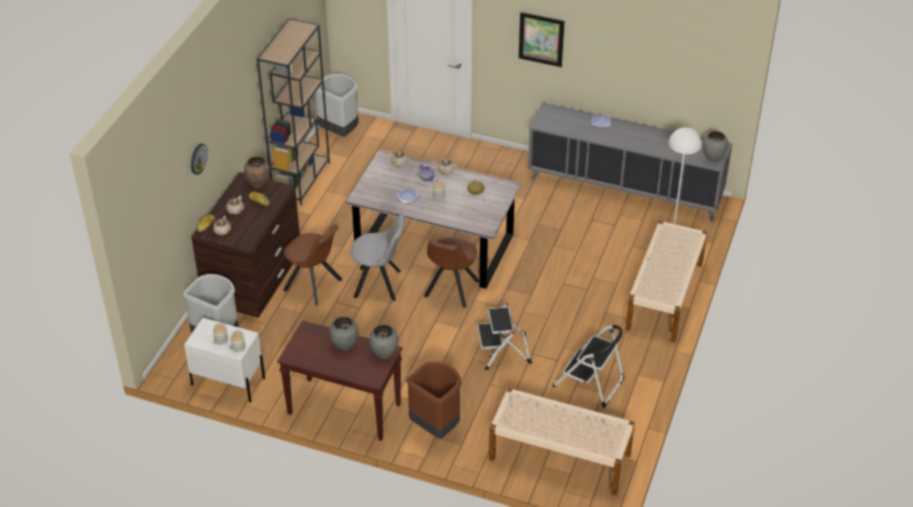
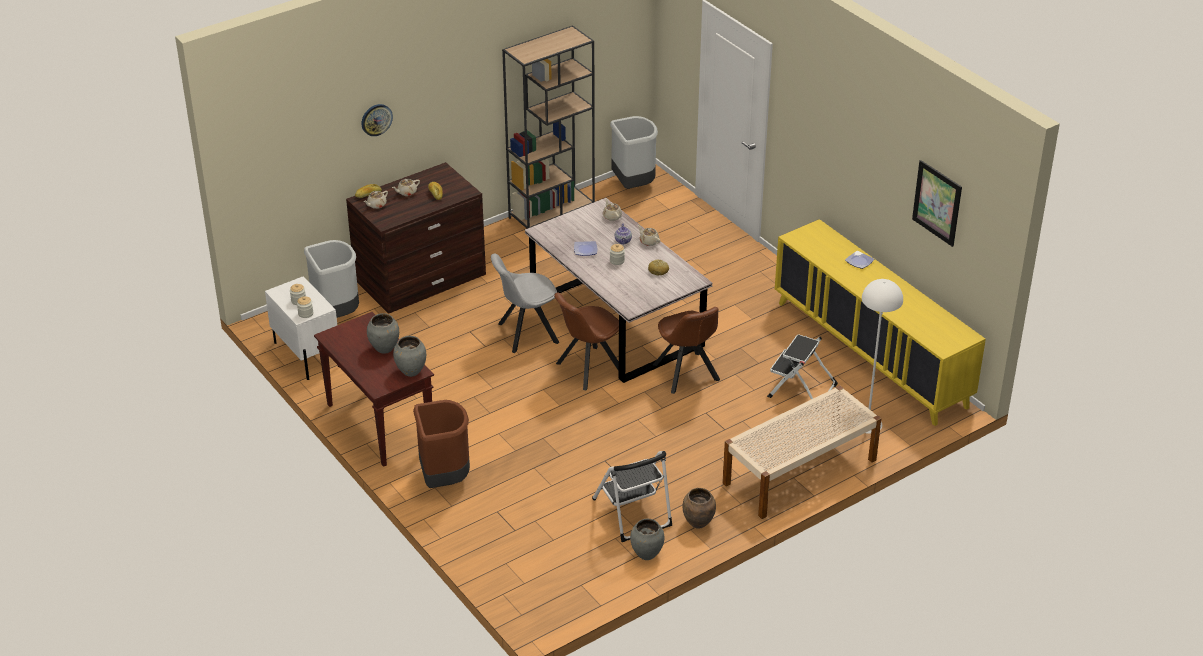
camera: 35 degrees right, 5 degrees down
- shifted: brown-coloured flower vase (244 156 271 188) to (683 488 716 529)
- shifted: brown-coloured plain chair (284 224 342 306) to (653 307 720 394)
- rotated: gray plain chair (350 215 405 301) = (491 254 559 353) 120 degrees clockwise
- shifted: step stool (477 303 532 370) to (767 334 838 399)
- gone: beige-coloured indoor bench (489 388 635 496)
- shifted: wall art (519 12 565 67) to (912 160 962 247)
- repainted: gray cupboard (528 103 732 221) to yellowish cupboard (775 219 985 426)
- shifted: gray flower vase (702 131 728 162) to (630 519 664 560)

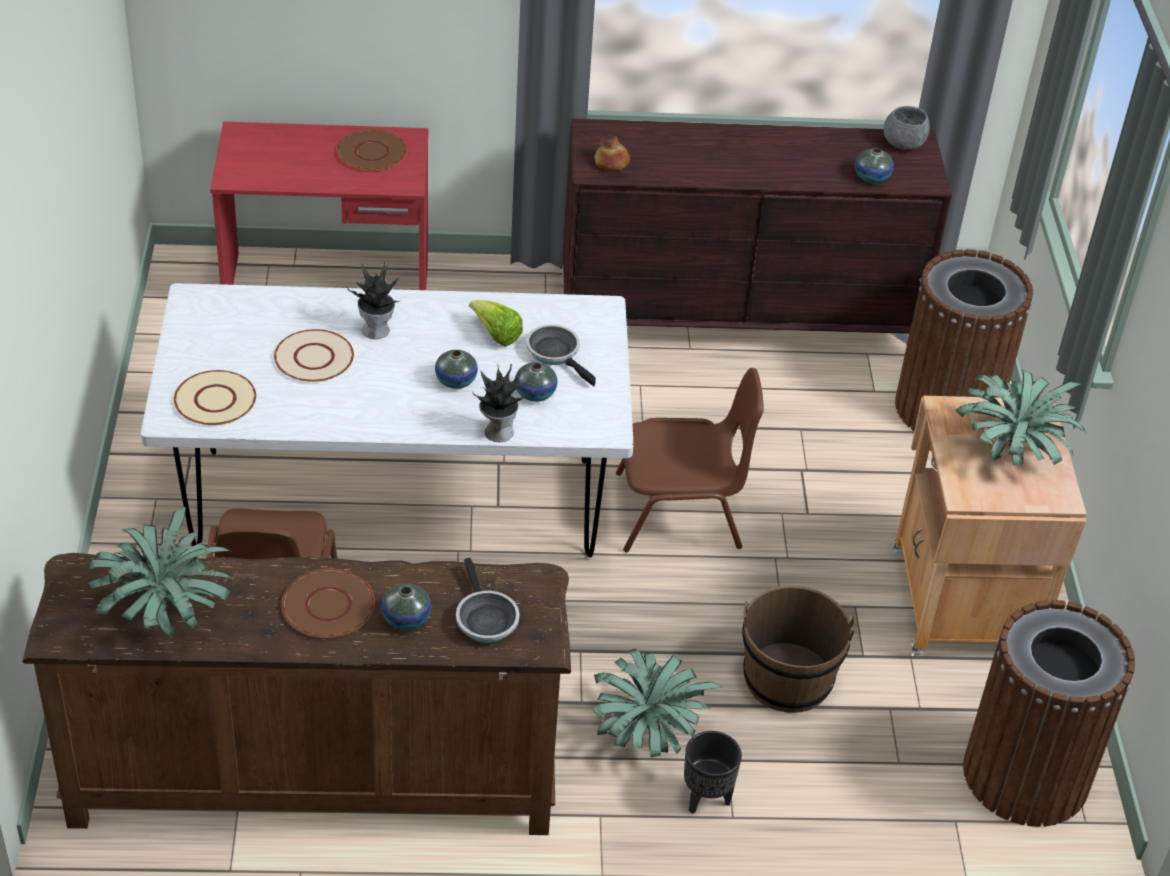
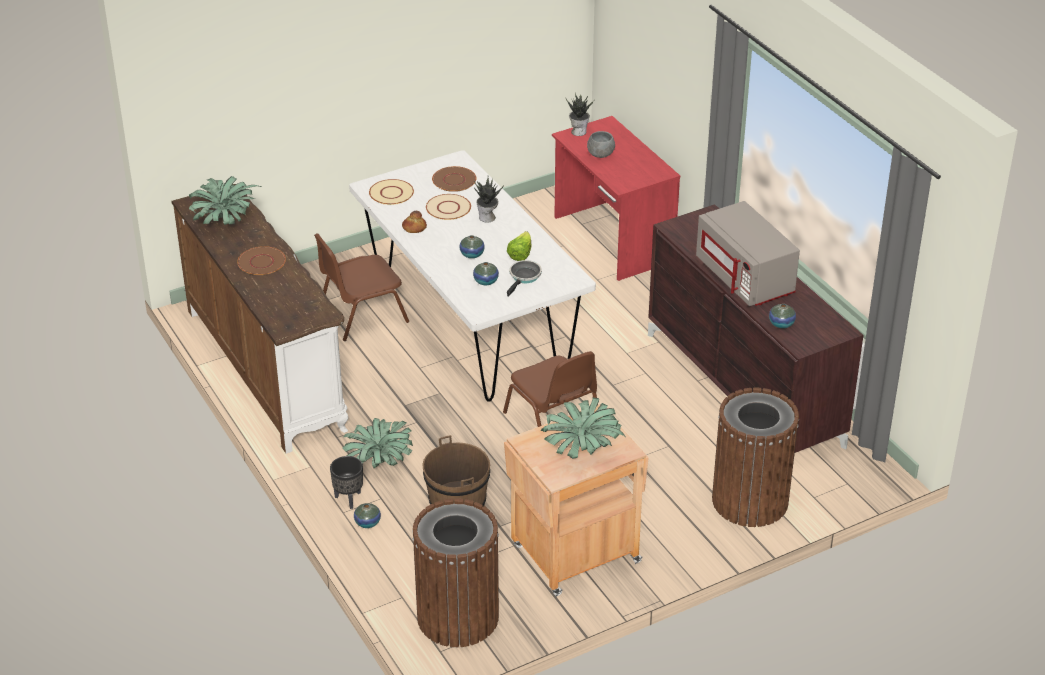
camera: 65 degrees right, 5 degrees down
- repainted: brown-coloured cupboard (22 553 571 835) to white cupboard (171 184 348 454)
- shifted: brown-coloured flat dish (337 129 407 171) to (432 166 476 192)
- shifted: flower vase (381 583 431 630) to (354 503 381 528)
- gone: pan (456 558 520 643)
- shifted: plant in a pot (473 364 529 442) to (565 93 594 136)
- shifted: bakery bread (595 134 630 170) to (402 211 427 233)
- shifted: gray serving bowl (884 106 930 150) to (587 131 615 158)
- new: gray kitchen microwave (696 201 800 306)

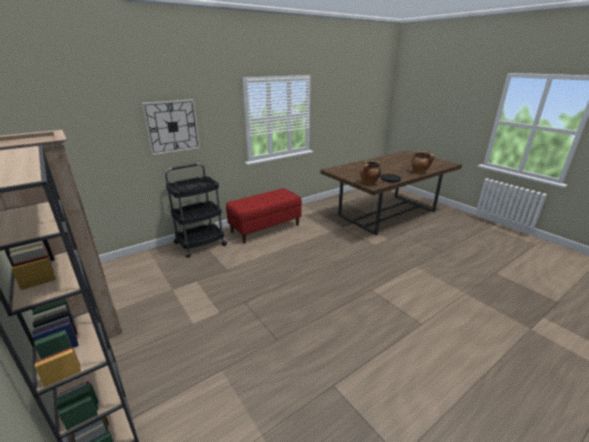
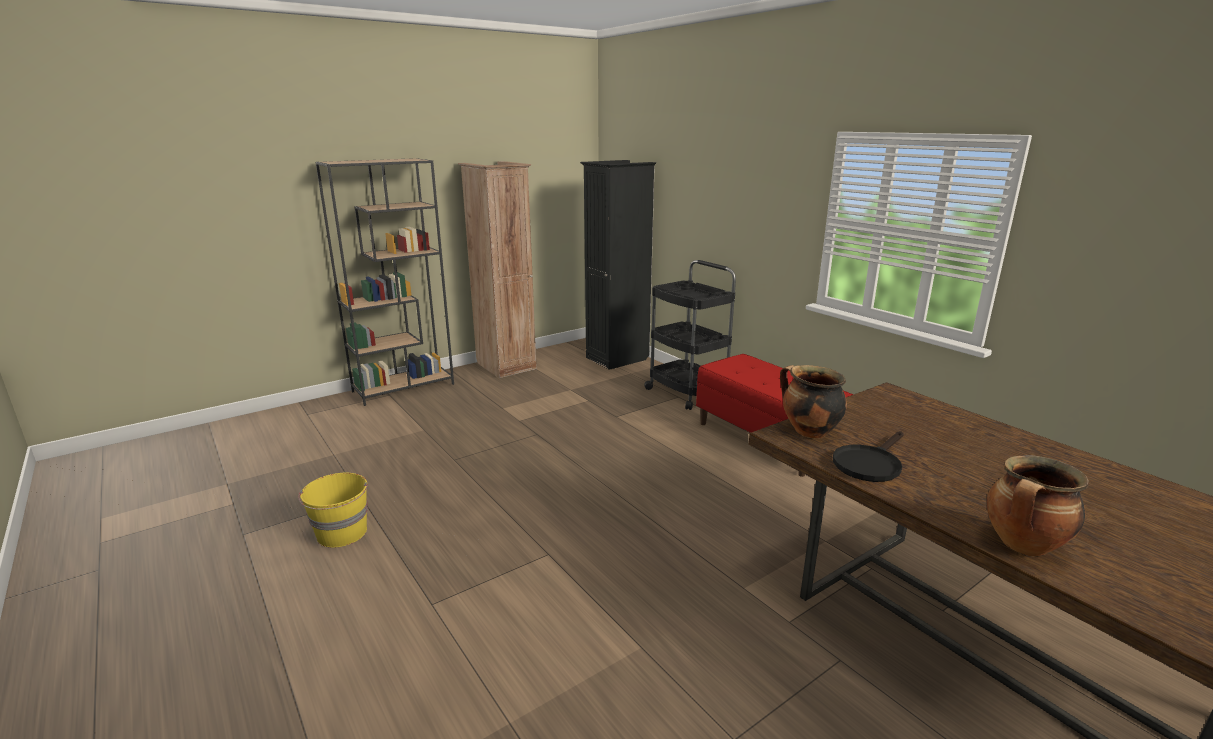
camera: 90 degrees right, 5 degrees down
- gone: wall clock (142 99 200 155)
- new: yellowish water bucket (298 473 368 548)
- new: black-coloured cupboard (580 160 656 370)

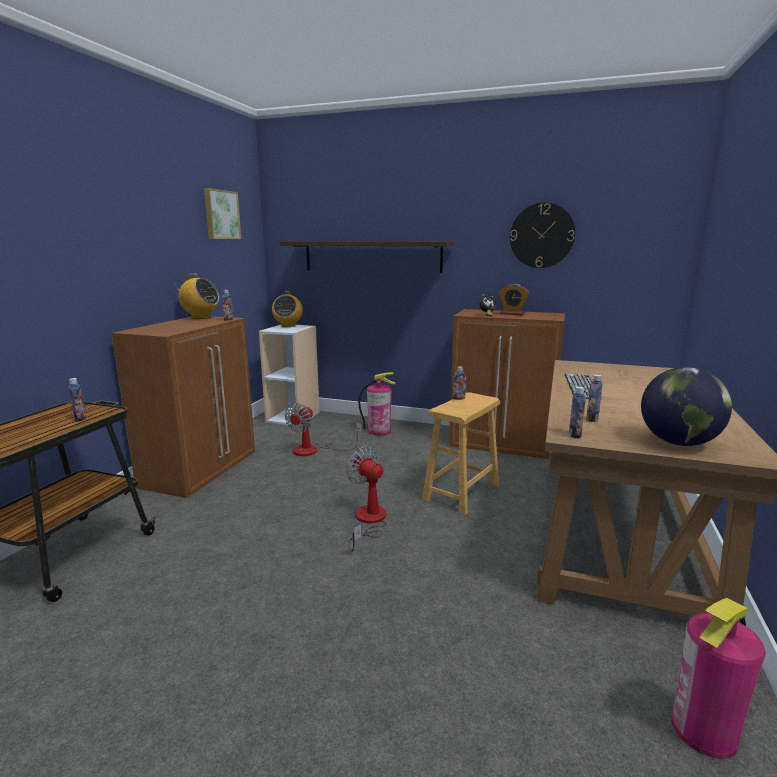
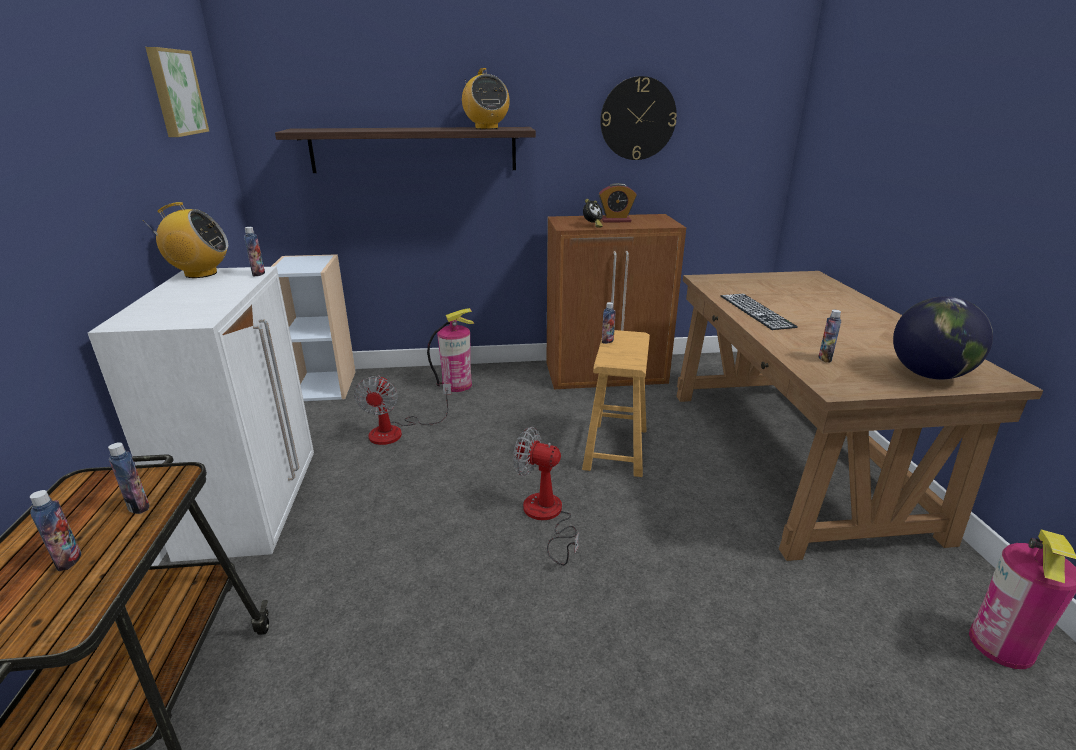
camera: 25 degrees left, 10 degrees up
- repainted: brown-coloured cupboard (111 316 255 498) to white cupboard (88 266 314 562)
- shifted: radio receiver (272 291 303 327) to (462 68 510 129)
- shifted: bottle (569 387 586 438) to (30 490 81 571)

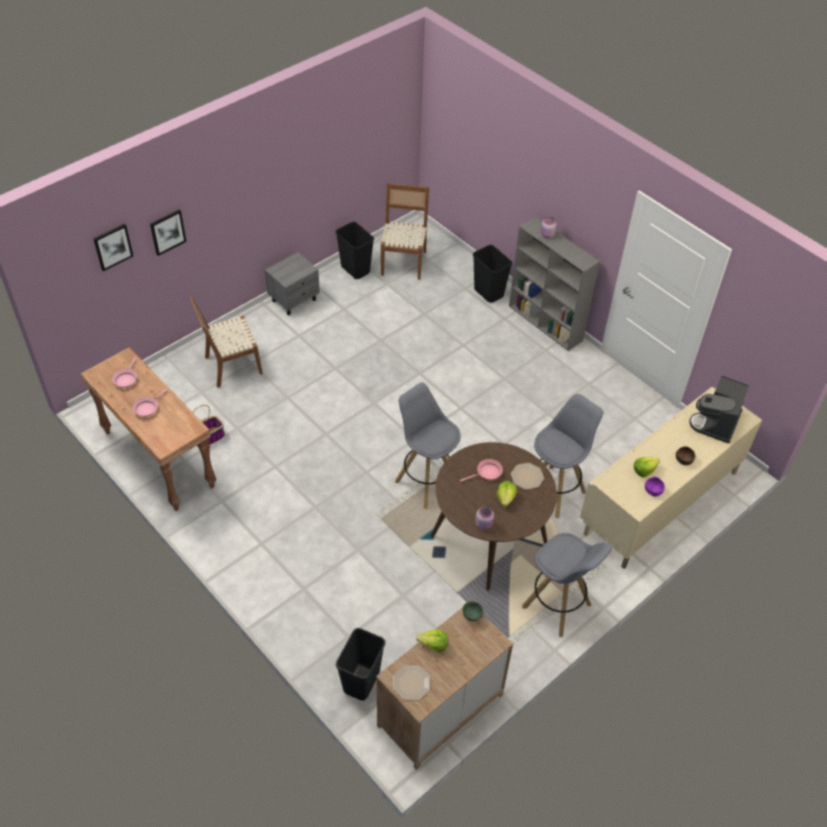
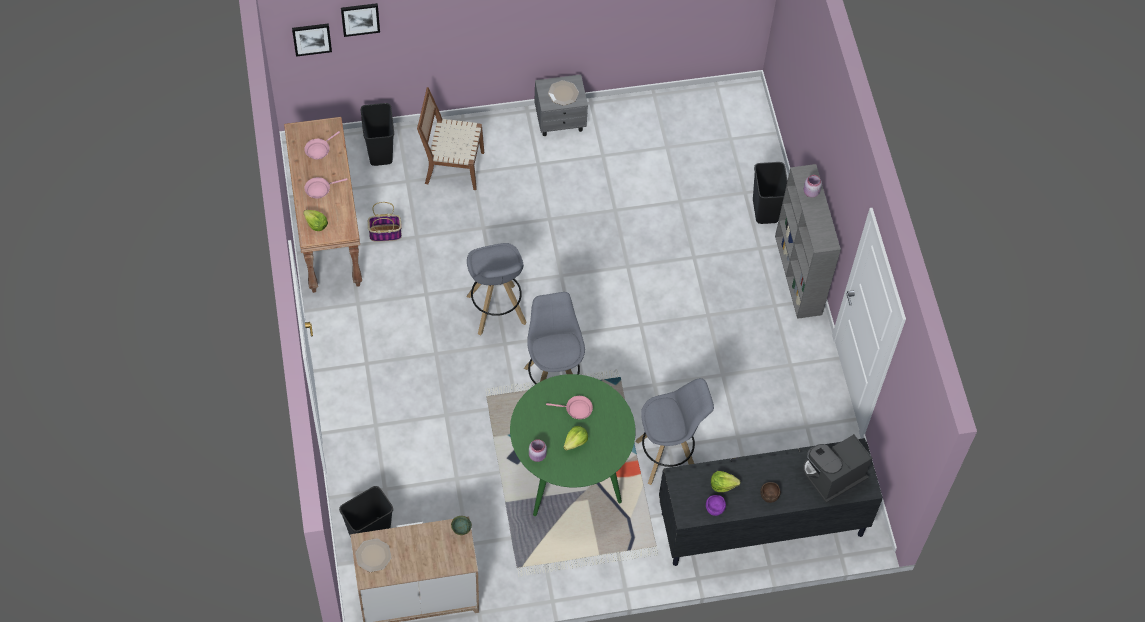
camera: 30 degrees right, 10 degrees up
- shifted: wall art (150 210 186 256) to (292 23 332 57)
- shifted: black-coloured rubbish bin (335 222 374 279) to (361 103 394 166)
- gone: plain chair (381 183 429 280)
- shifted: head of lettuce (416 630 449 652) to (303 210 328 231)
- repainted: brown-coloured dining table (431 442 557 591) to green dining table (510 374 636 516)
- shifted: flat dish (511 463 544 490) to (548 80 579 106)
- shifted: gray stool (522 533 612 637) to (466 243 527 336)
- repainted: beige-coloured cupboard (580 387 762 569) to black-coloured cupboard (659 438 883 566)

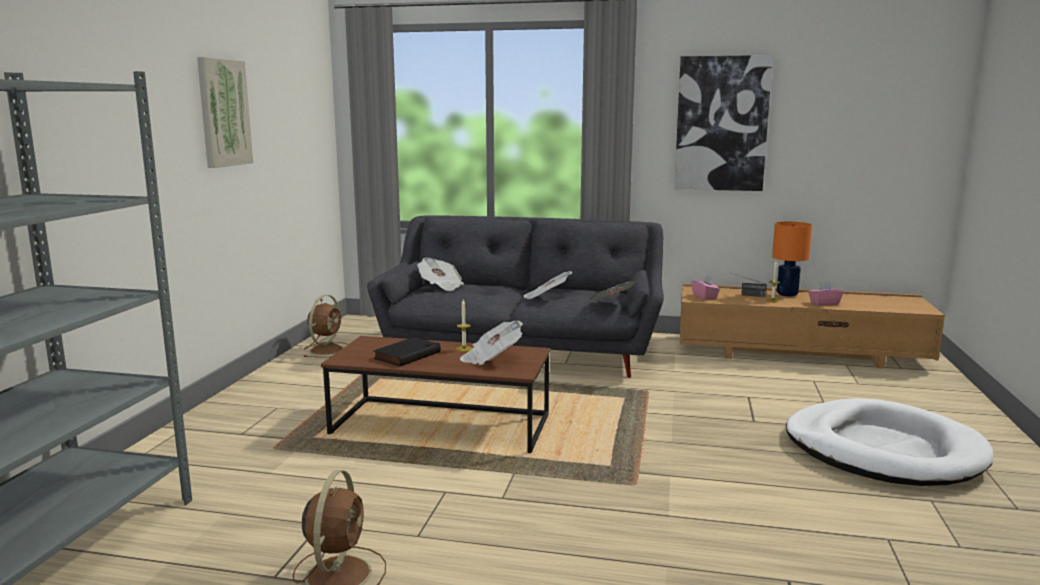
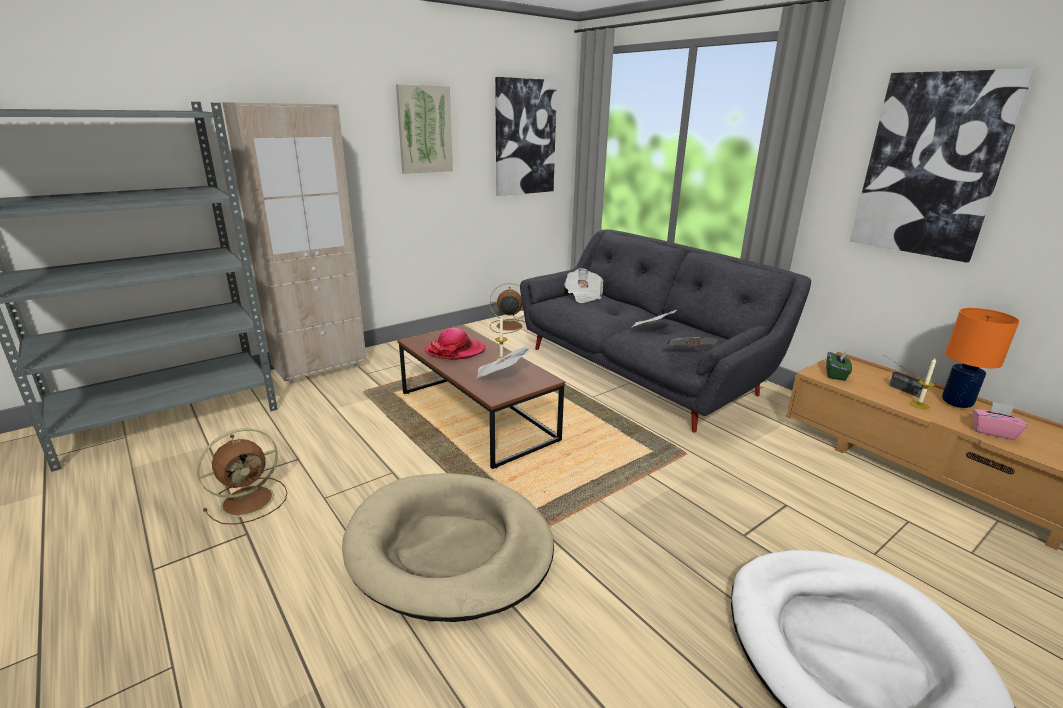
camera: 40 degrees right, 10 degrees up
- rotated: brown-coloured cooling fan (304 295 348 357) = (490 283 525 334) 150 degrees counterclockwise
- swapped: black-coloured volume (373 337 441 367) to wearable hat (425 328 486 360)
- repainted: pink tissue holder (692 275 720 300) to green tissue holder (826 351 852 381)
- new: beige-coloured cupboard (222 102 367 383)
- new: beige-coloured dog bed (342 473 554 622)
- new: wall art (495 77 557 196)

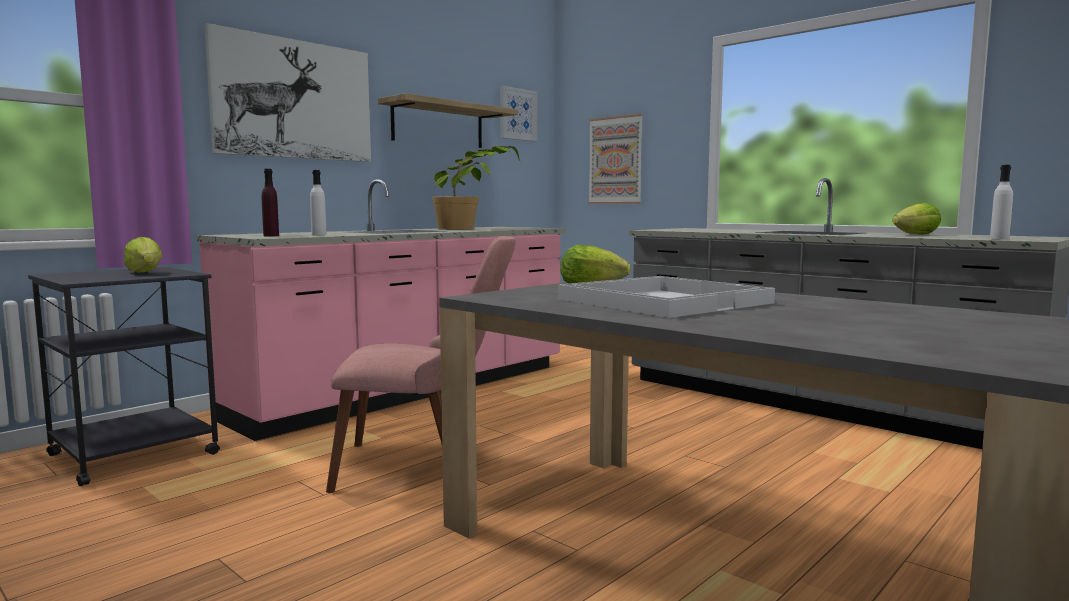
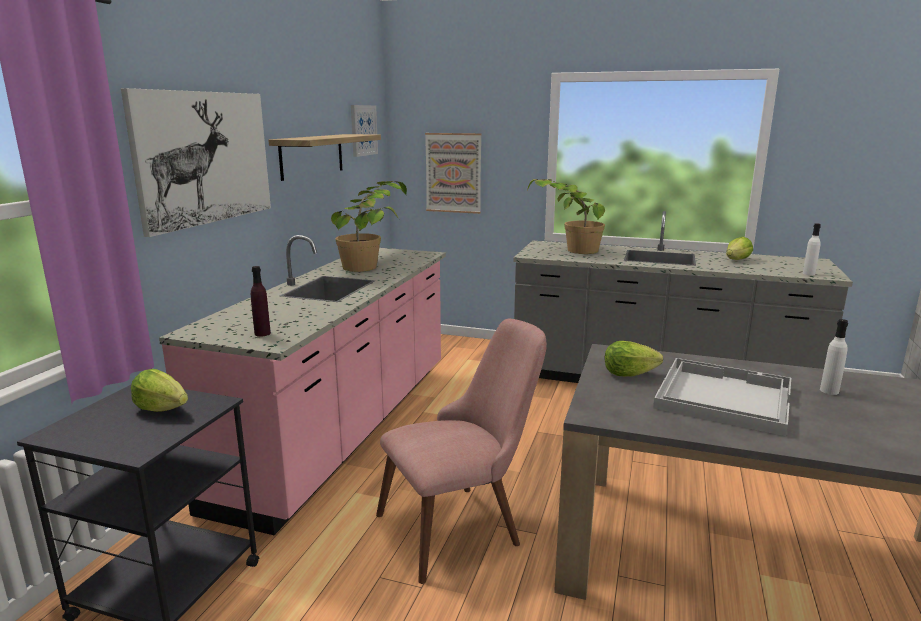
camera: 25 degrees left, 10 degrees up
- shifted: white bottle (310 170 327 236) to (820 319 848 395)
- new: plant in a pot (526 179 605 254)

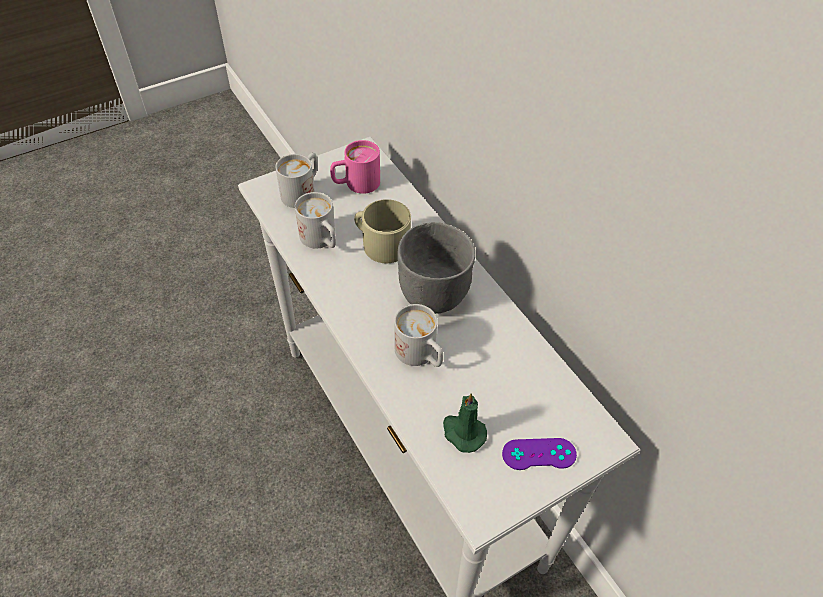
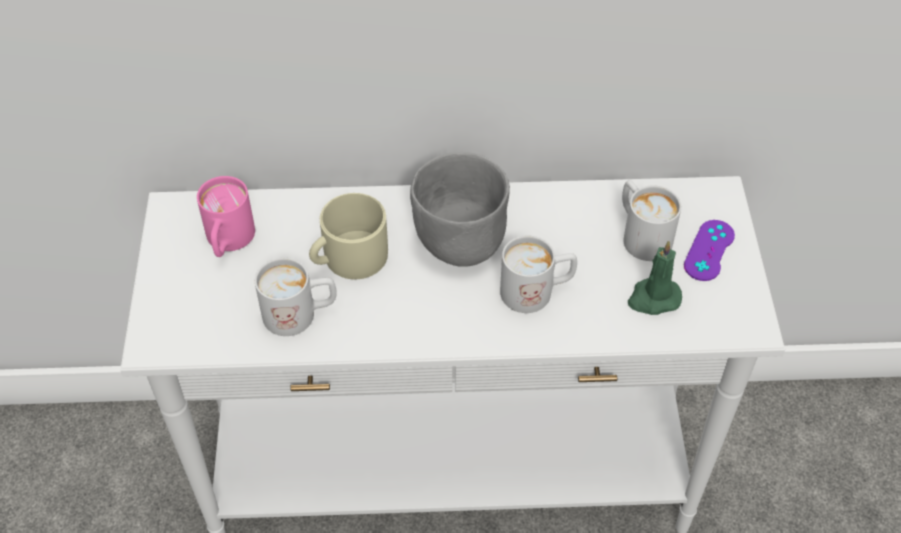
camera: 60 degrees left, 0 degrees up
- shifted: white mug (275 153 318 208) to (622 180 681 261)

